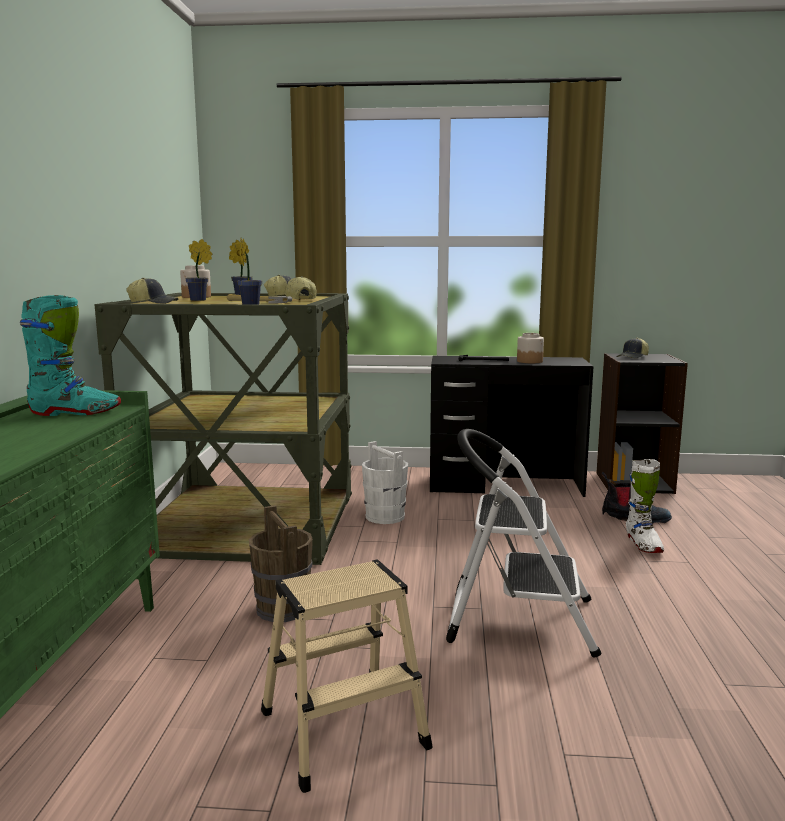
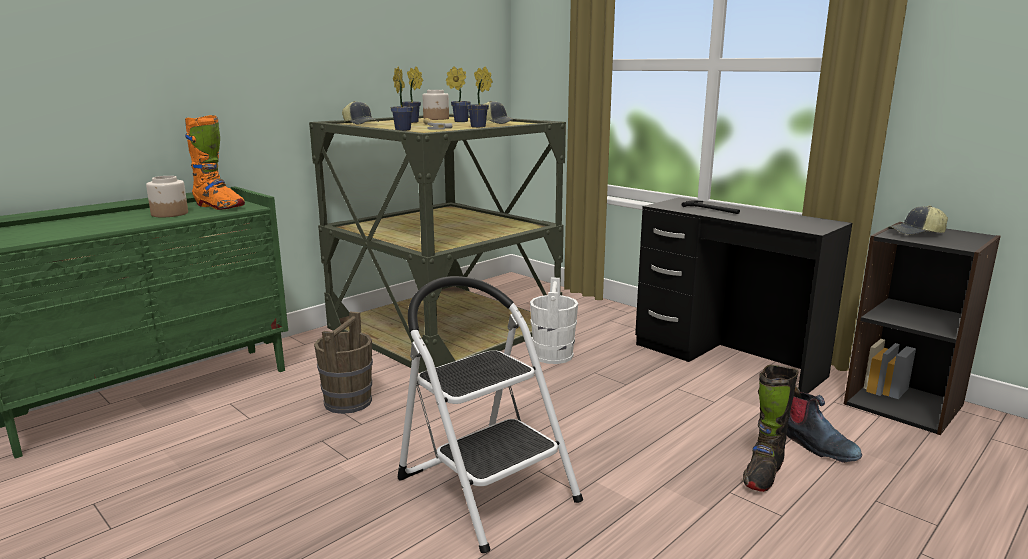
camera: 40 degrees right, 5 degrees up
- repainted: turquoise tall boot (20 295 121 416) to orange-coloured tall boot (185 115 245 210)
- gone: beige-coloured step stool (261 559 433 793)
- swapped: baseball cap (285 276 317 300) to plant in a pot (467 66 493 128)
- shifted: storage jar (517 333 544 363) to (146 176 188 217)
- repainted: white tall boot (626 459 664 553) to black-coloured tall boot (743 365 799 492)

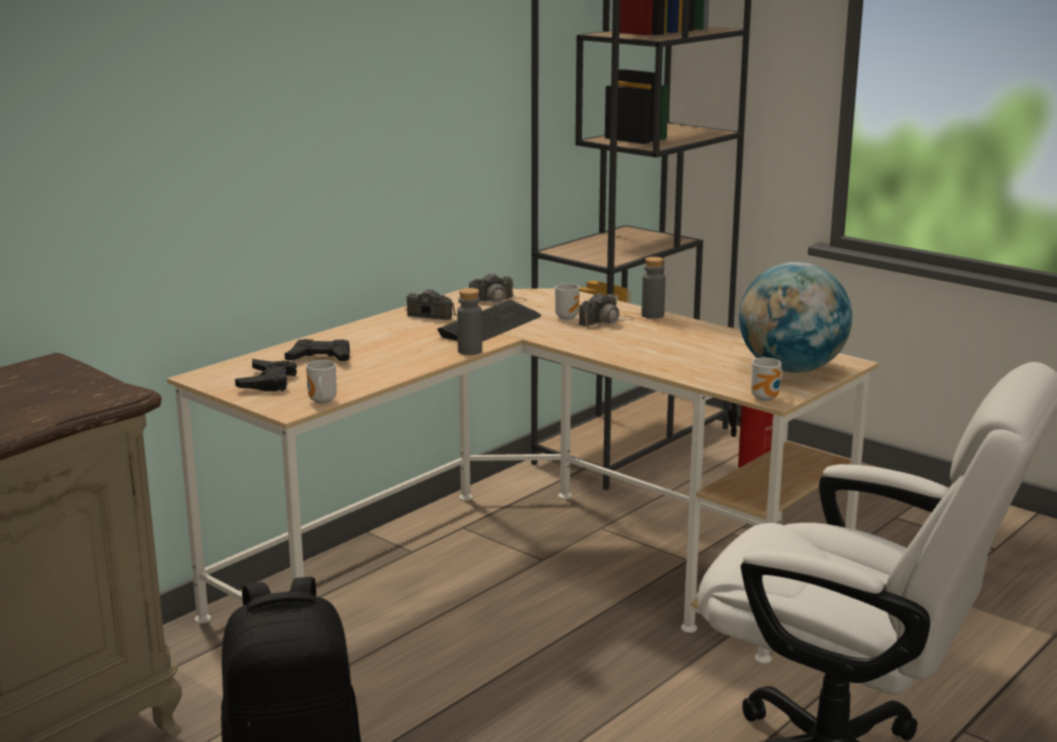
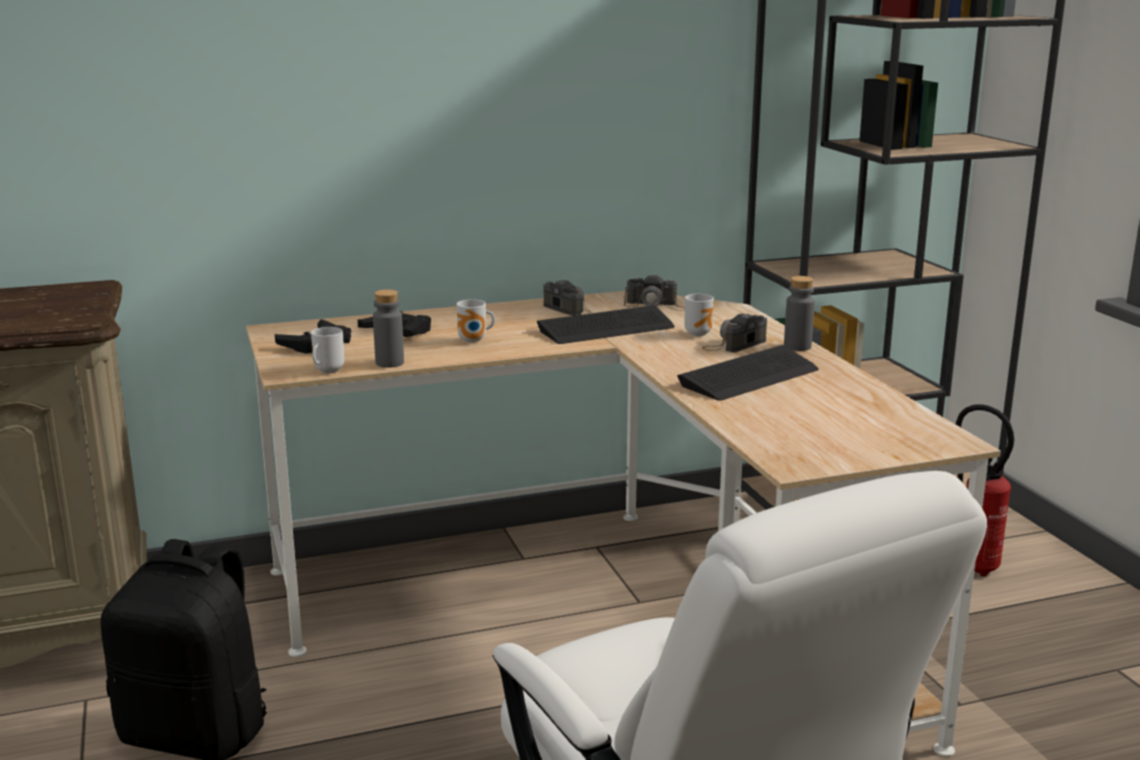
camera: 30 degrees right, 0 degrees up
- shifted: gray bottle (457 288 482 355) to (373 289 404 368)
- rotated: still camera (579 293 635 329) = (702 313 767 352) 150 degrees clockwise
- gone: world globe (739 262 852 373)
- shifted: mug (751 358 783 401) to (456 299 495 343)
- new: computer keyboard (677 345 819 401)

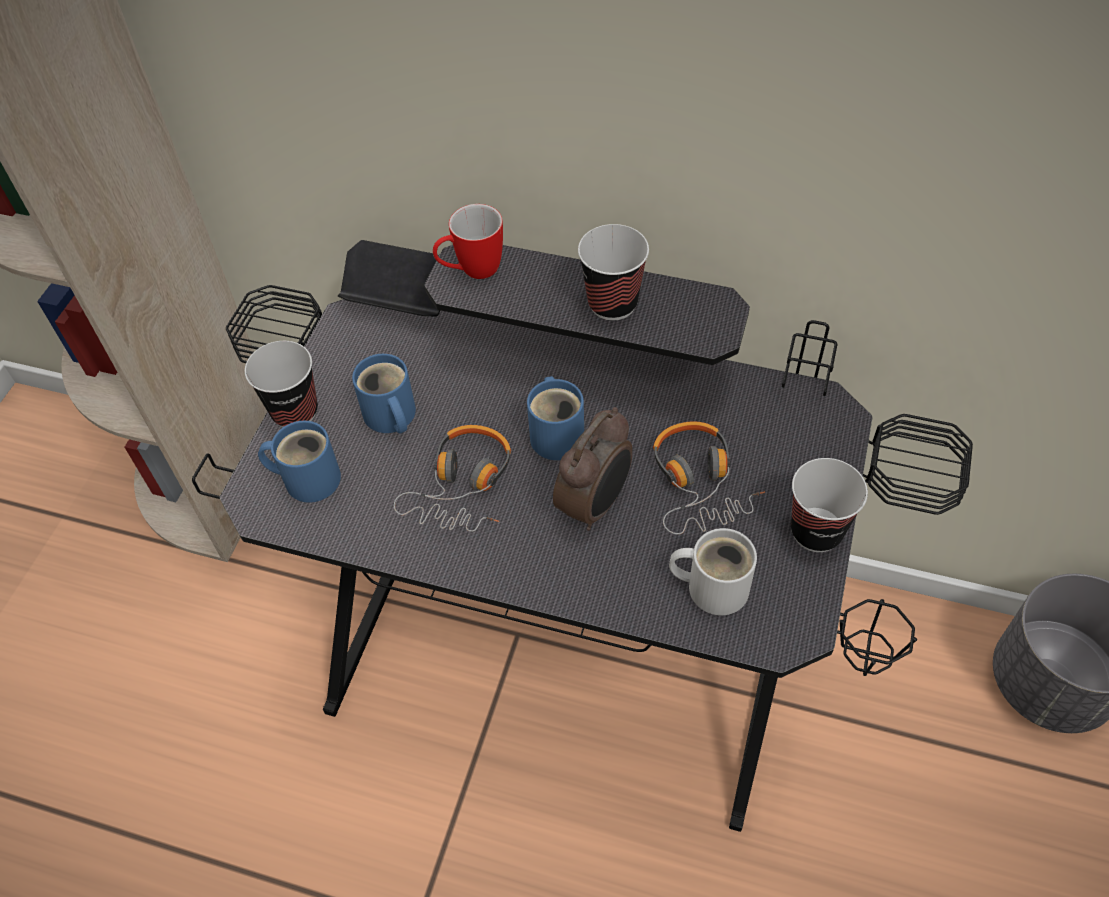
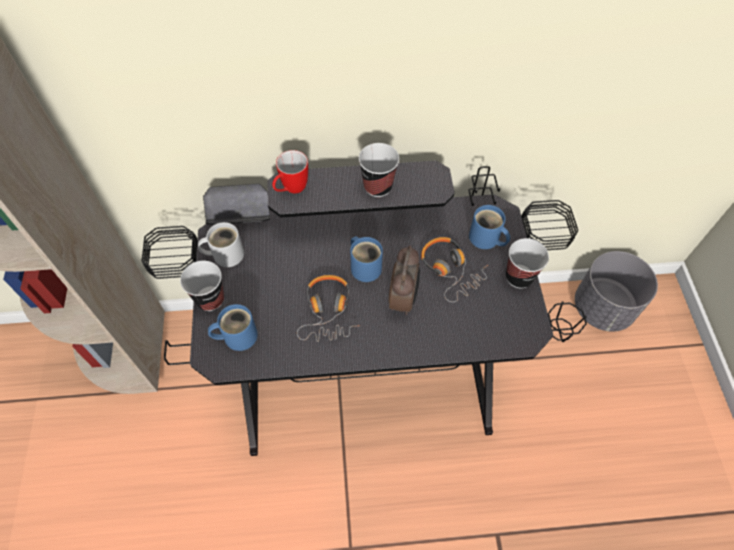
camera: 25 degrees left, 5 degrees up
- shifted: blue mug (352 354 416 434) to (469 205 510 249)
- shifted: white mug (669 528 757 615) to (198 222 244 267)

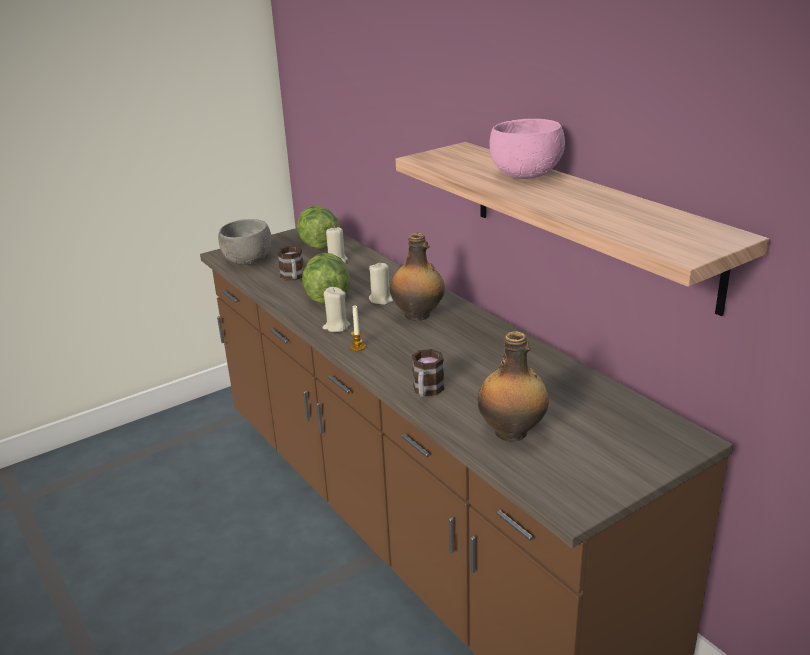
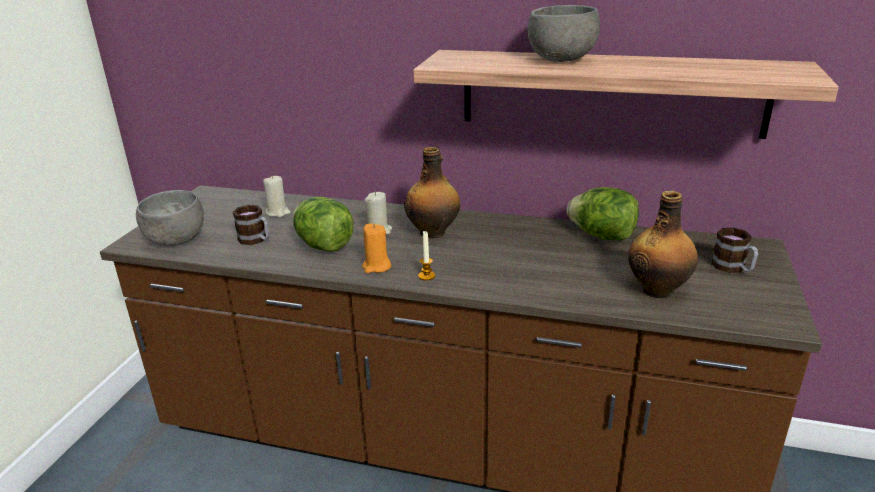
camera: 40 degrees left, 0 degrees up
- shifted: head of lettuce (297 206 340 249) to (567 187 639 240)
- repainted: beige-coloured wax light (323 287 350 332) to orange-coloured wax light (362 224 391 273)
- shifted: mug (412 349 444 397) to (711 228 758 273)
- repainted: pink serving bowl (490 119 565 179) to gray serving bowl (528 5 600 62)

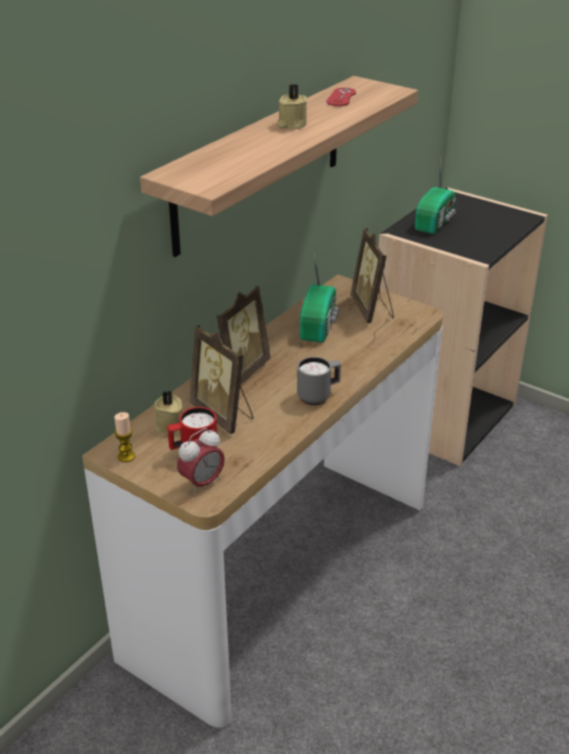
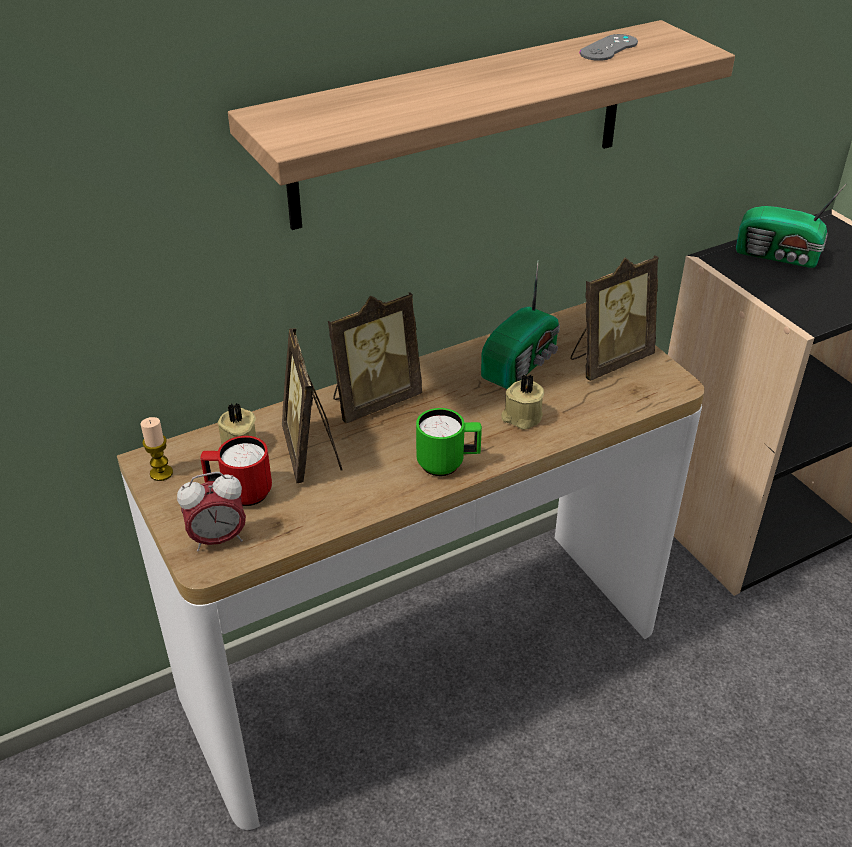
camera: 25 degrees right, 5 degrees up
- shifted: beige-coloured wax light (276 84 308 129) to (501 374 544 430)
- repainted: gray mug (297 357 341 405) to green mug (416 408 482 476)
- repainted: reddish gamepad (327 88 356 106) to gray gamepad (580 34 638 61)
- rotated: picture frame (350 228 394 323) = (570 255 659 381) 135 degrees counterclockwise
- rotated: radio receiver (415 159 456 234) = (736 183 847 268) 60 degrees clockwise

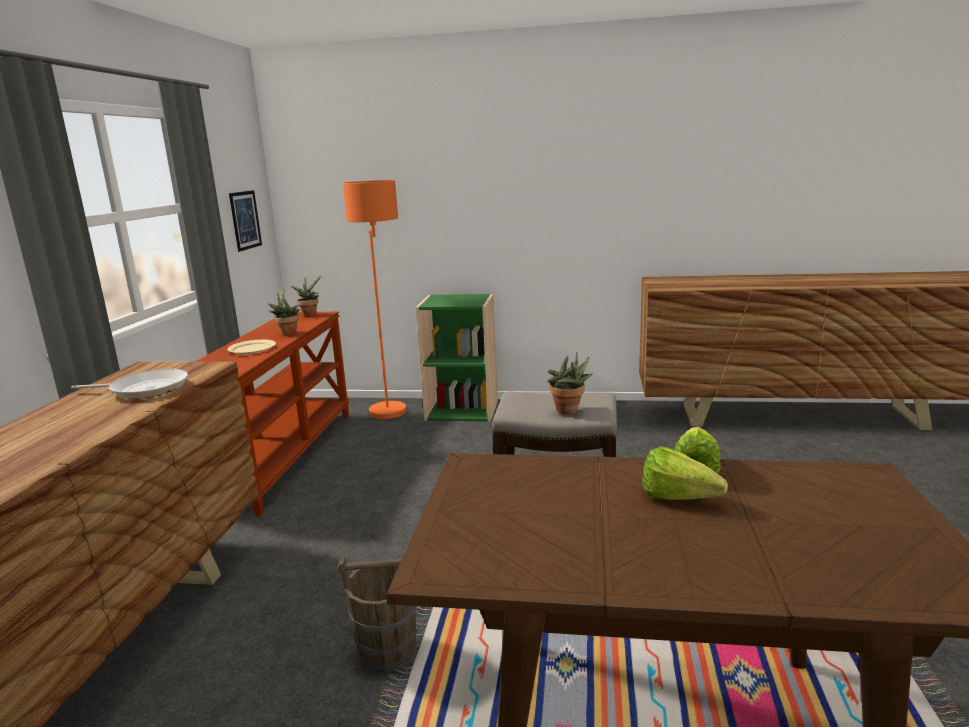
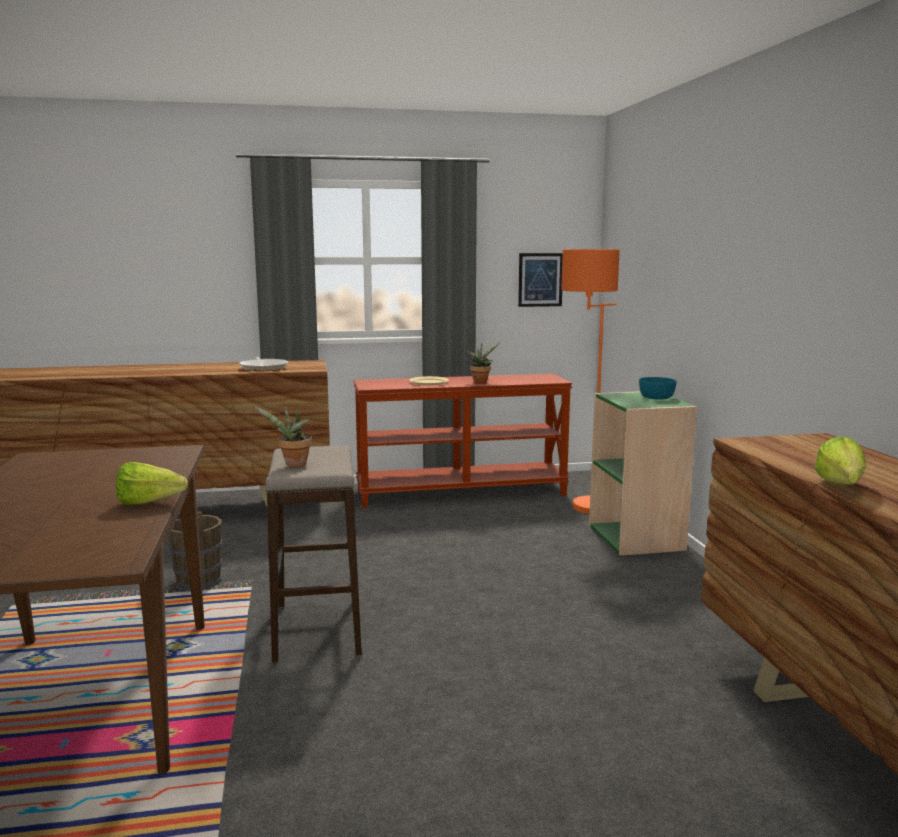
camera: 70 degrees right, 5 degrees down
- gone: plant in a pot (290 275 322 317)
- shifted: head of lettuce (642 446 728 500) to (815 436 866 485)
- new: turquoise serving bowl (639 377 677 400)

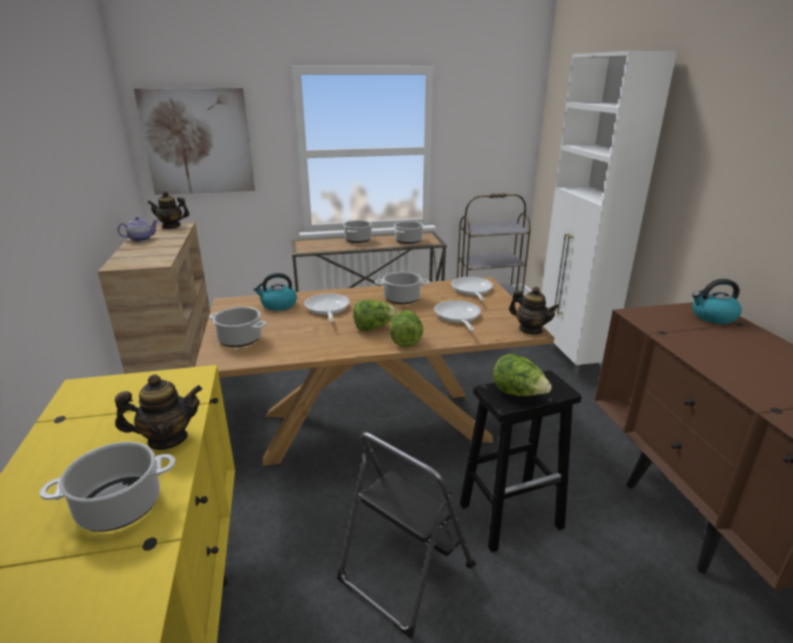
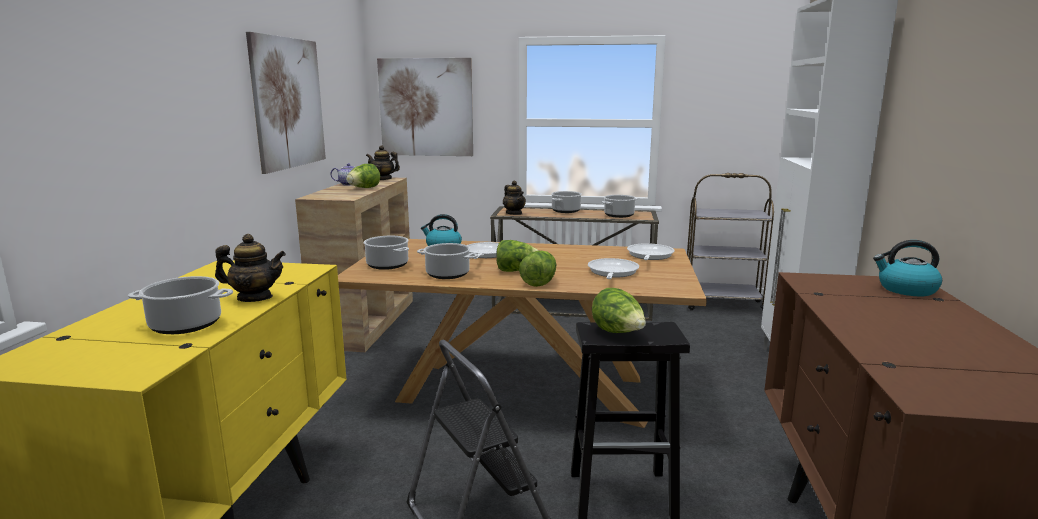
camera: 20 degrees right, 10 degrees down
- shifted: saucepot (375 272 430 304) to (417 243 478 279)
- shifted: teapot (509 287 559 334) to (503 181 526 215)
- new: wall art (246 32 326 174)
- new: head of lettuce (346 164 380 188)

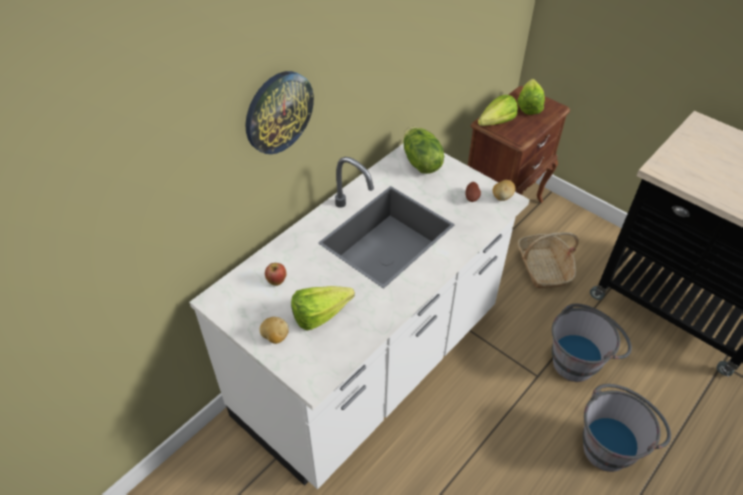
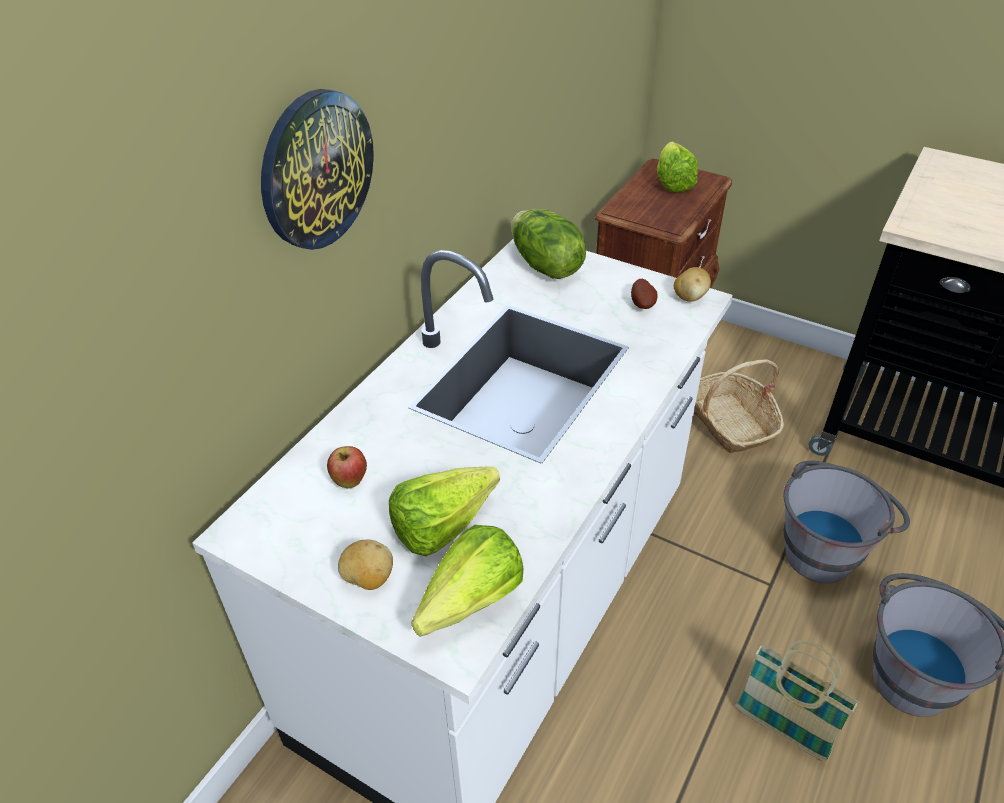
camera: 10 degrees left, 5 degrees down
- shifted: head of lettuce (478 95 518 126) to (411 525 523 637)
- new: household basket (735 640 859 762)

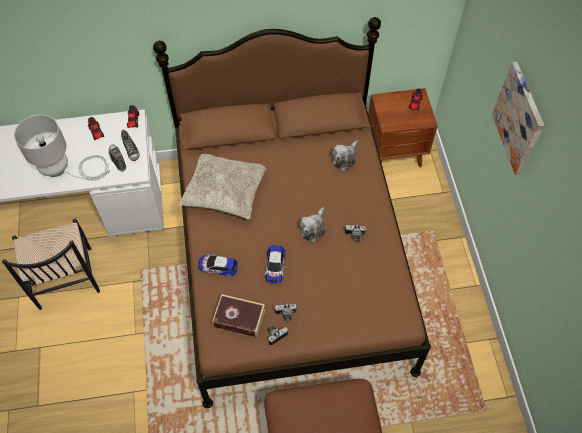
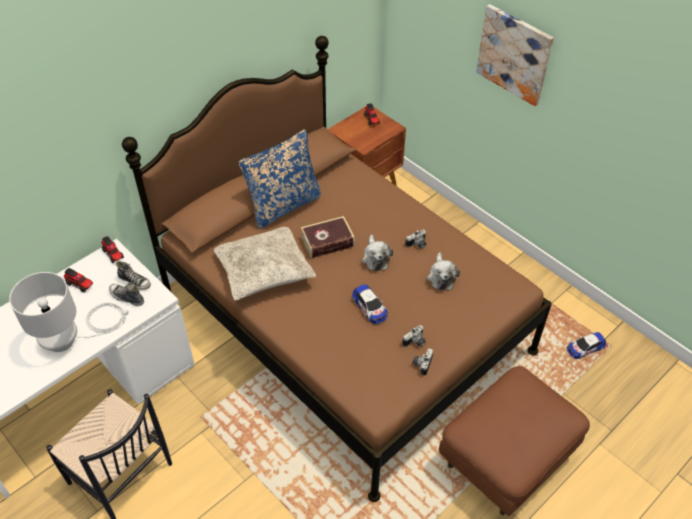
camera: 35 degrees left, 10 degrees down
- shifted: miniature car (198 254 238 277) to (567 332 606 359)
- shifted: volume (212 294 265 337) to (301 216 355 259)
- shifted: plush toy (333 140 358 171) to (427 252 460 290)
- new: blue throw pillow (238 129 321 228)

